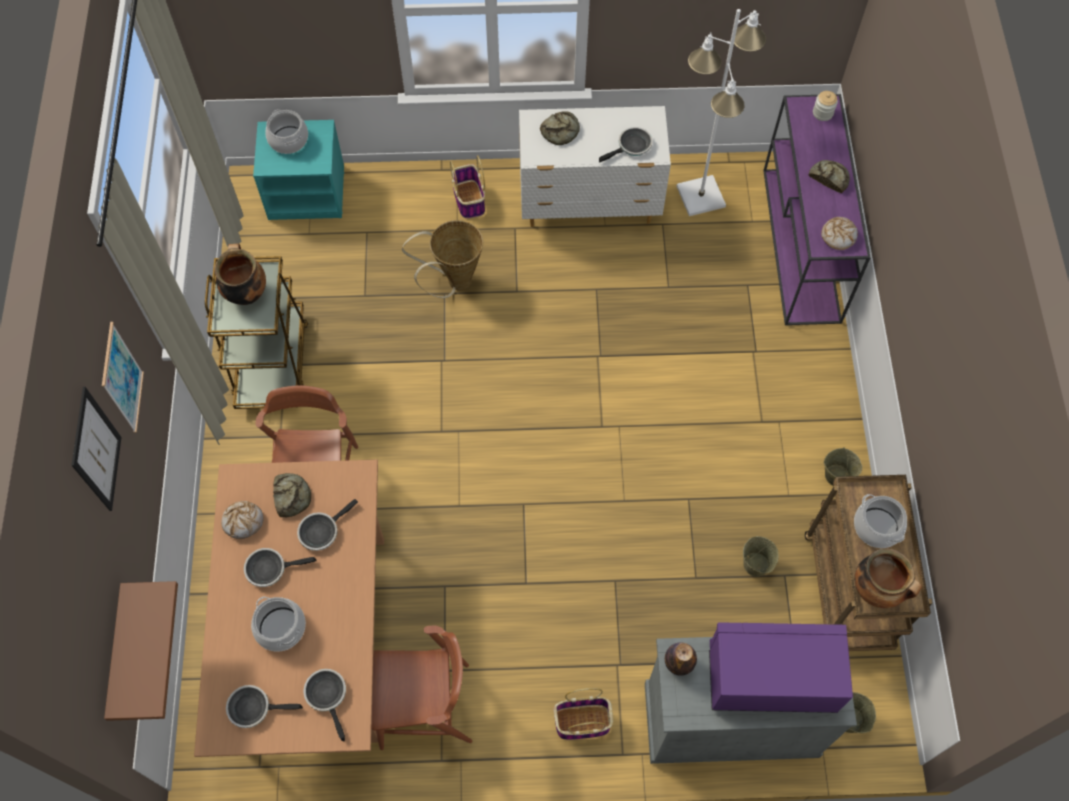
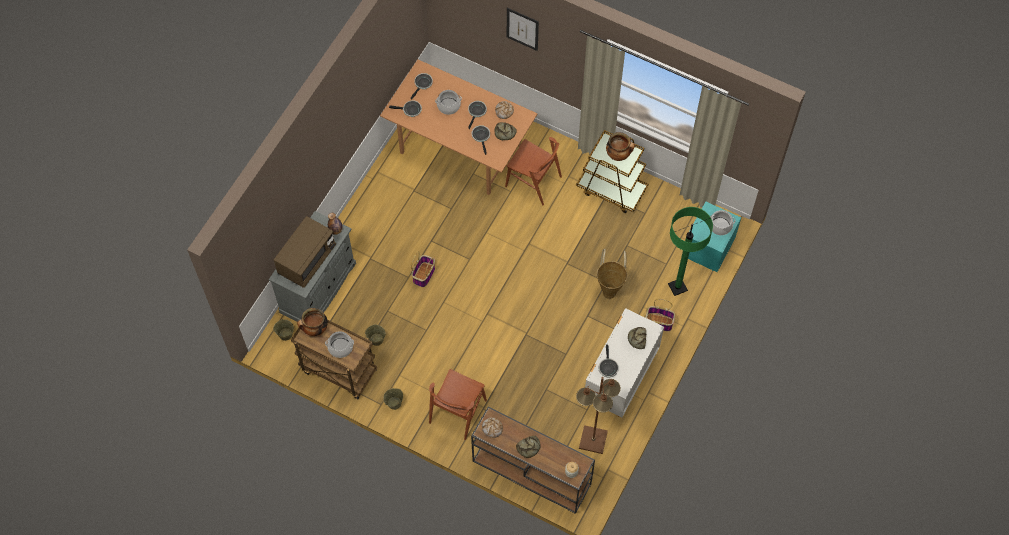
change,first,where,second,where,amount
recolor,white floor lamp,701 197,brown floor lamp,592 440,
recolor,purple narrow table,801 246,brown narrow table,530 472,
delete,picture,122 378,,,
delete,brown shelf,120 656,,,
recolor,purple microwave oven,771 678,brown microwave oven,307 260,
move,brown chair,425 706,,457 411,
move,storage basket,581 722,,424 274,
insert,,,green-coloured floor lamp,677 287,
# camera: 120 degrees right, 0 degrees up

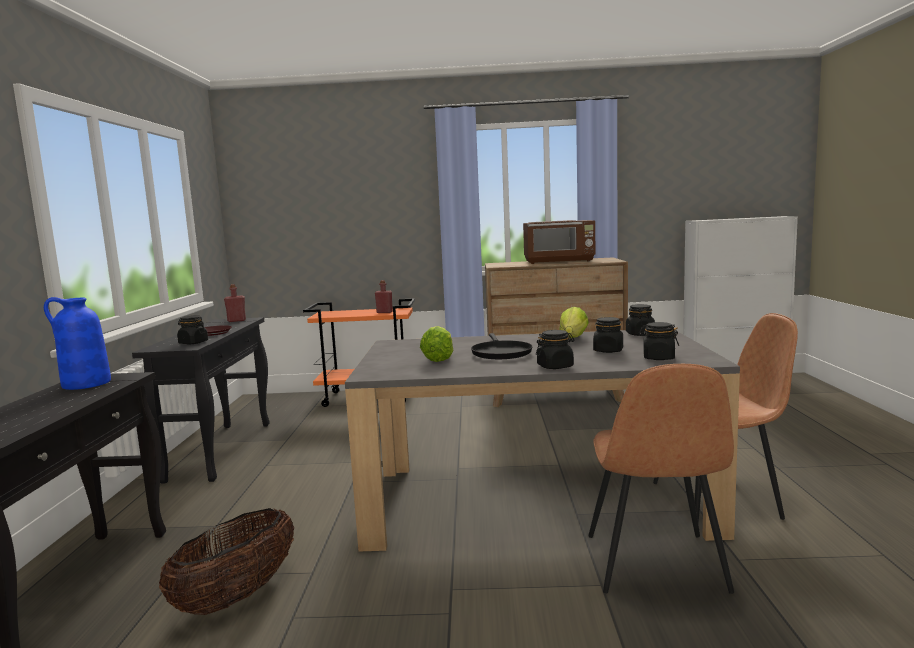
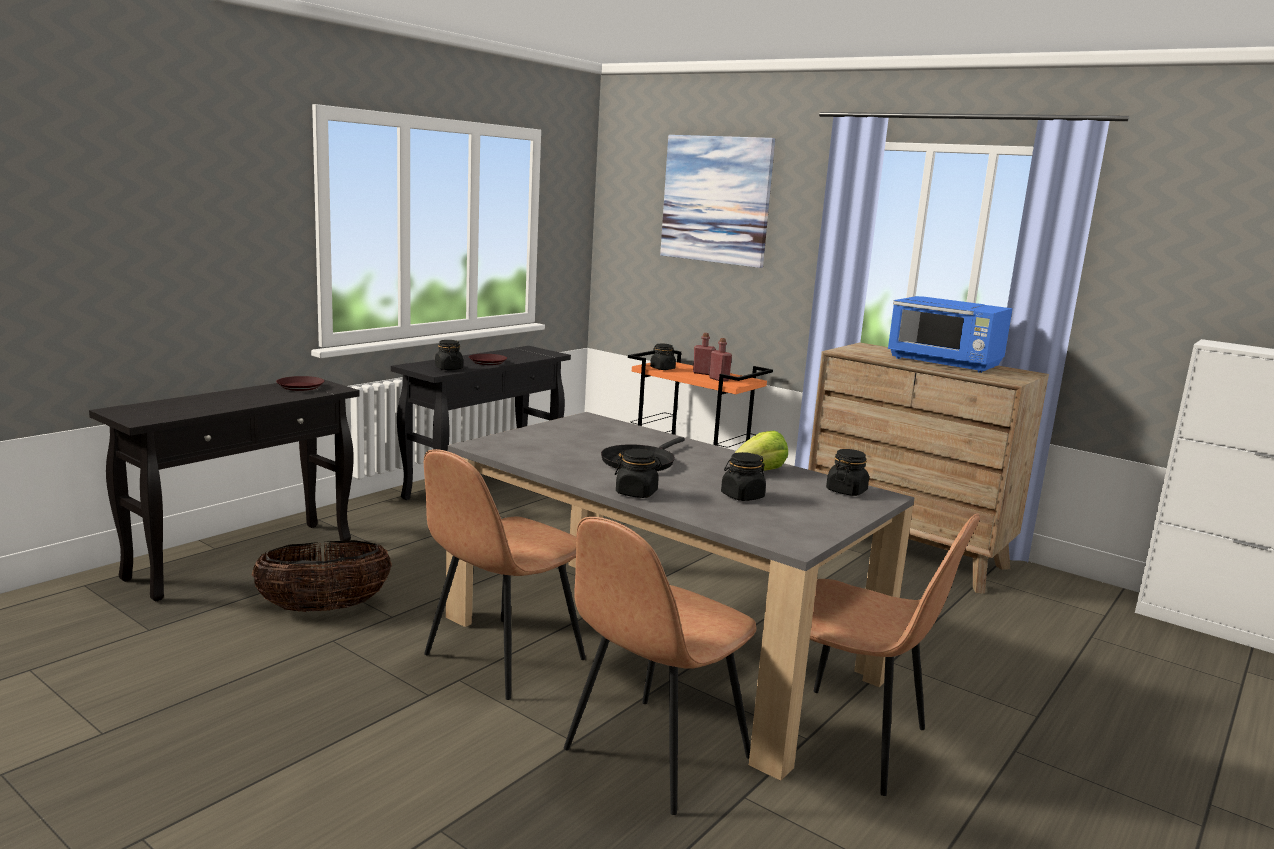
change,first,where,second,where,amount
recolor,brown microwave oven,559 261,blue microwave oven,945 363,
move,reddish drink bottle,236 320,,702 373,
replace,blue vase,85 384,brown flat dish,300 387,
move,black-coloured jar,658 358,,662 368,
delete,lettuce,439 359,,,
insert,,,picture,716 200,
insert,,,brown chair,501 658,
# camera: 35 degrees right, 5 degrees up

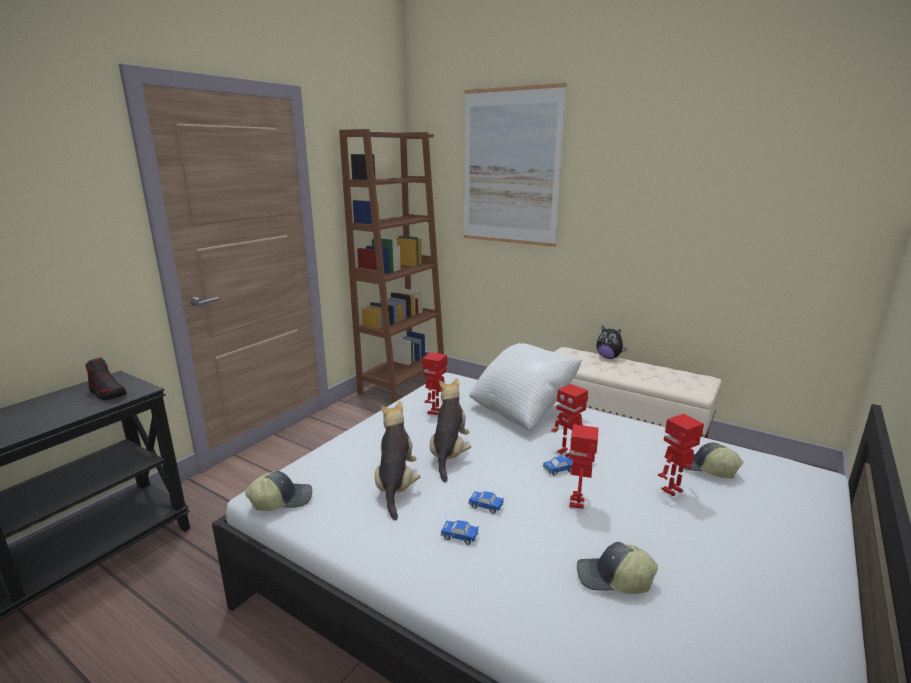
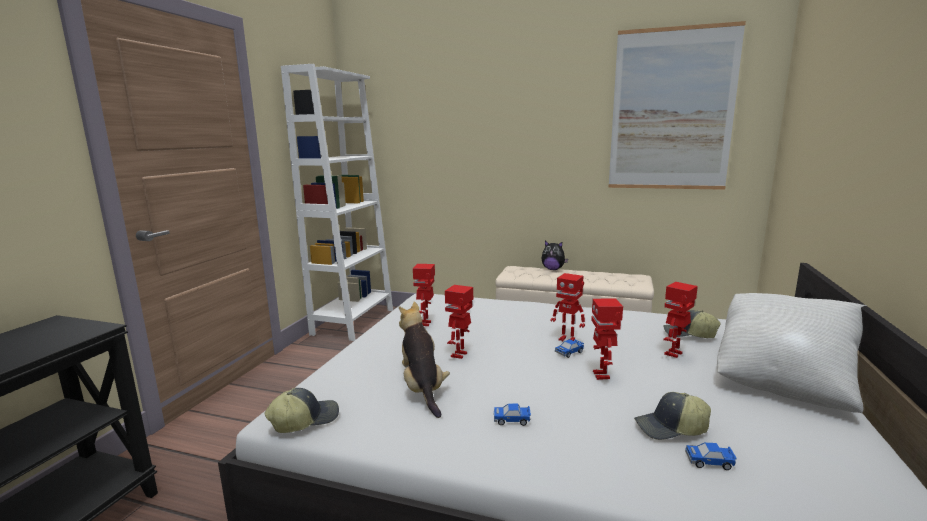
change,first,where,second,where,amount
move,picture,510 168,,671 110,
recolor,brown bookcase,403 384,white bookcase,353 322,
move,white cushion,522 410,,782 382,
delete,low shoe,107 393,,,
replace,plush toy,449 454,toy robot,460 355,
move,model car,486 506,,709 462,
# camera: 15 degrees left, 5 degrees down

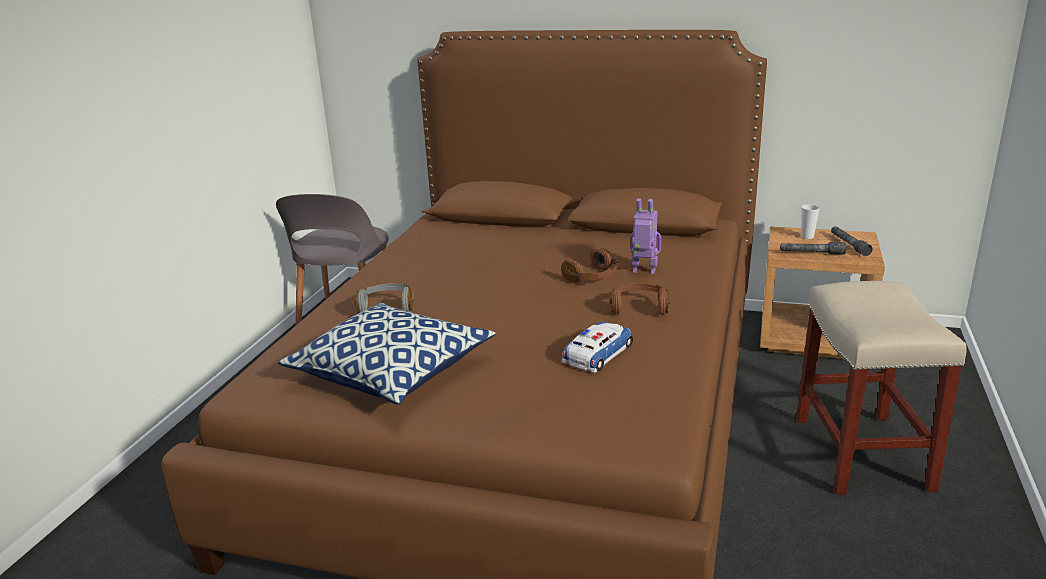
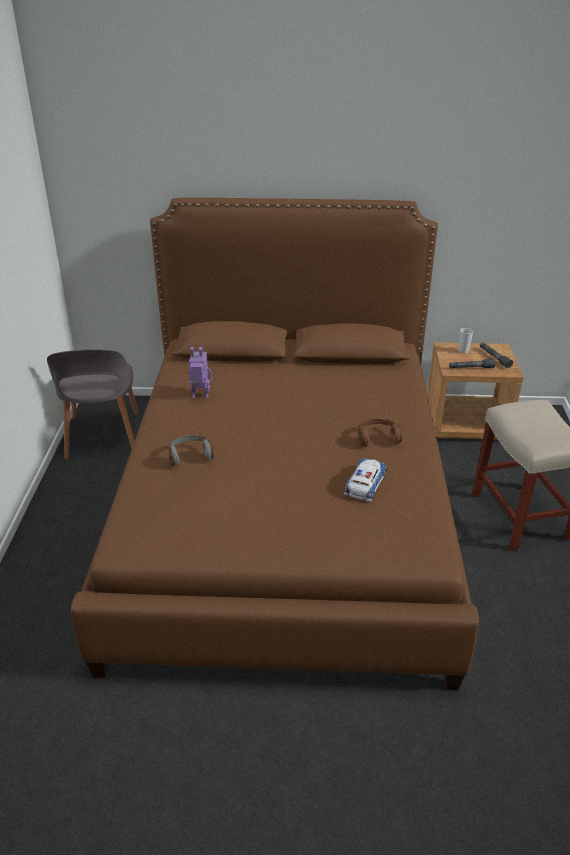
change,first,where,second,where,amount
move,toy robot,644 271,,200 396,
delete,brown headset,593 277,,,
delete,cushion,392 373,,,
# camera: 15 degrees left, 10 degrees up

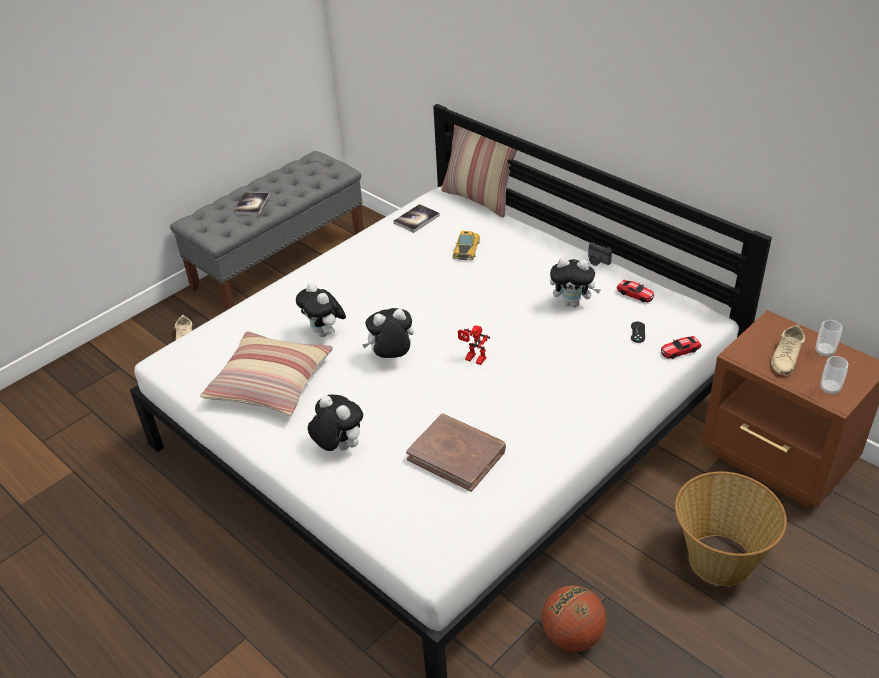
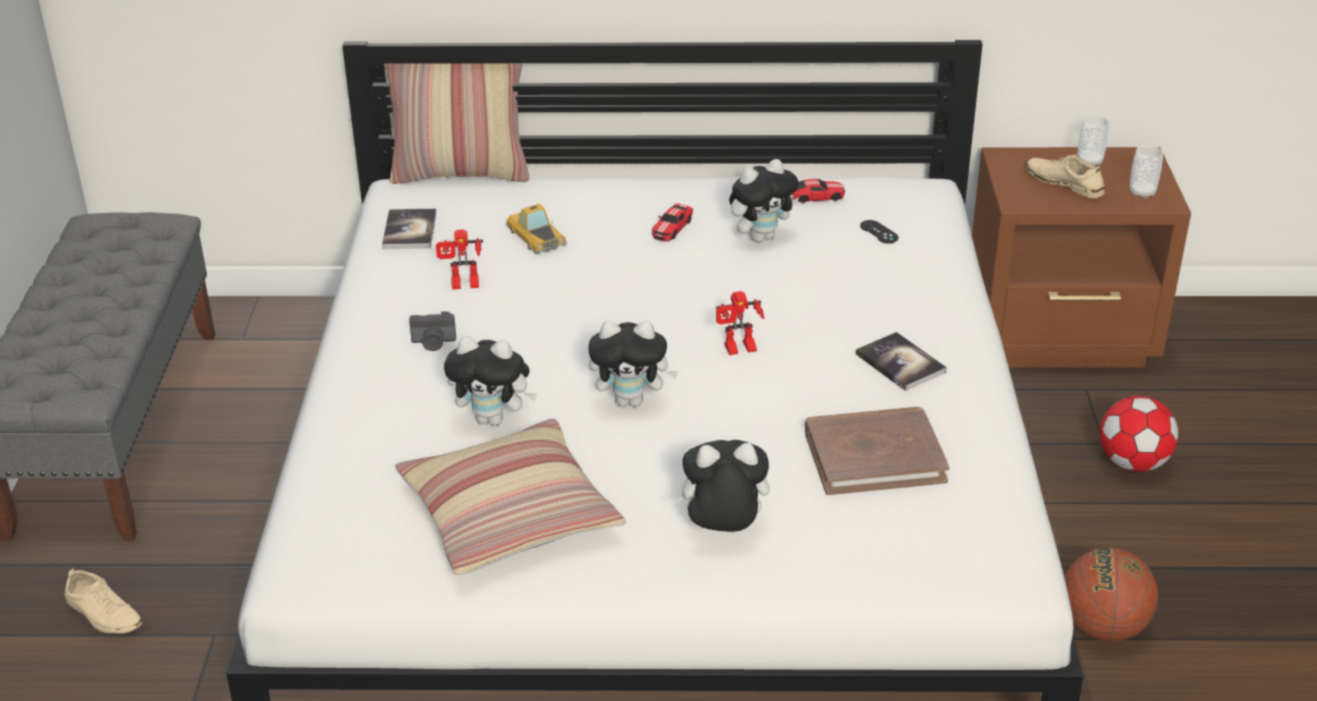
change,first,where,second,where,amount
move,volume,251 204,,900 363,
move,photo camera,597 261,,433 343,
rotate,plush toy,391 358,,632 400,120 degrees counterclockwise
rotate,beige low shoe,786 357,,1064 183,150 degrees clockwise
move,model car,680 350,,672 227,
replace,storage basket,719 559,football ball,1132 463,
insert,,,toy robot,463 285,
# camera: 45 degrees left, 5 degrees down

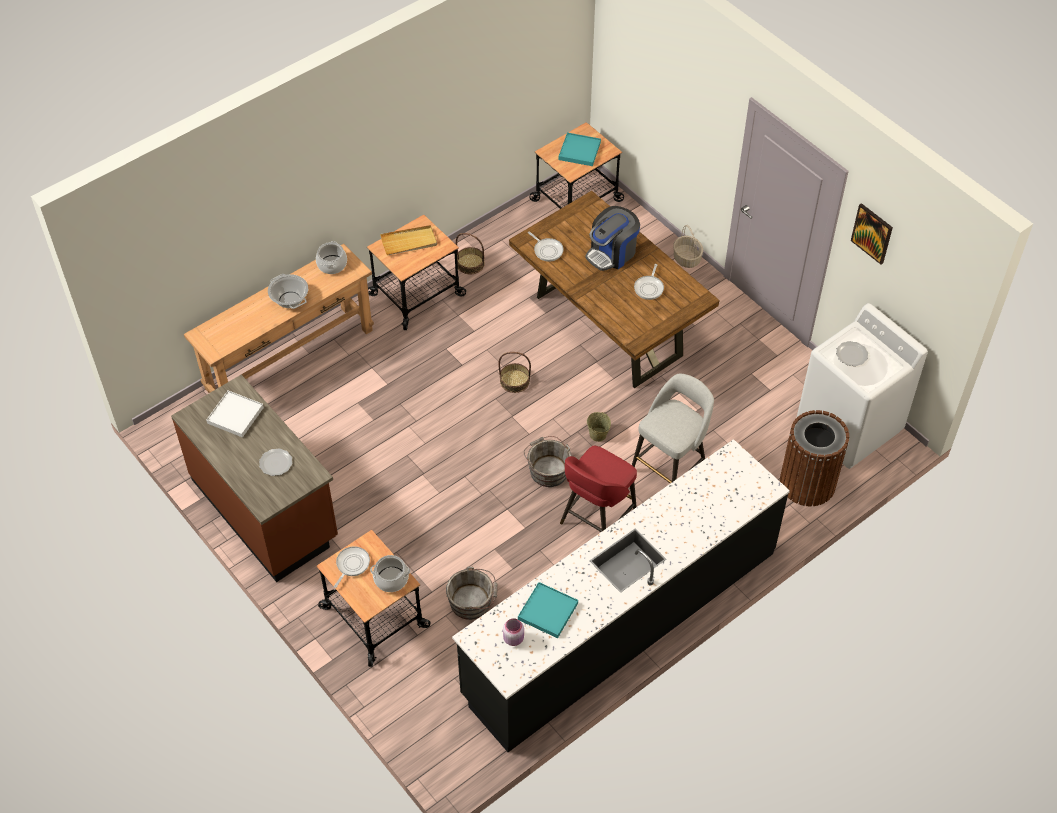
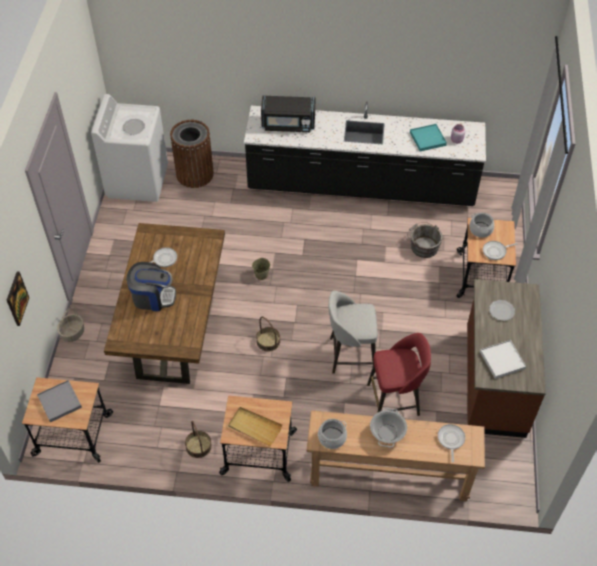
change,first,where,second,where,amount
recolor,blue-green carrying tray,579 151,gray carrying tray,59 402,
move,picture,872 233,,16 298,
move,frying pan,547 250,,450 440,
move,gray stool,670 468,,350 355,
delete,gray bucket,547 469,,,
move,reddish stool,596 519,,395 399,
insert,,,black-coloured microwave oven,288 124,
# camera: 135 degrees left, 0 degrees up

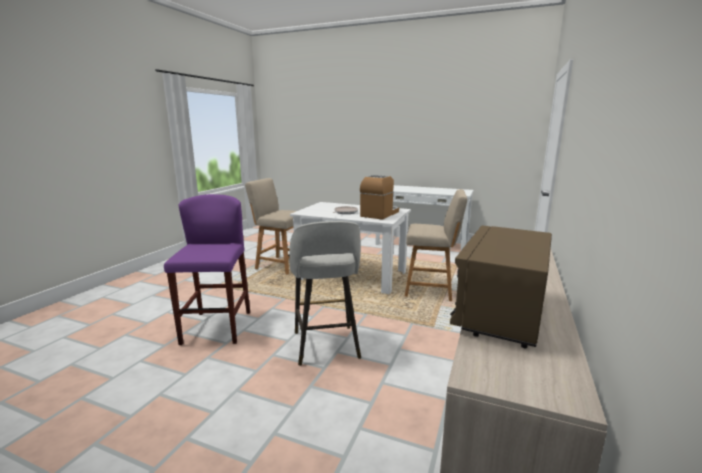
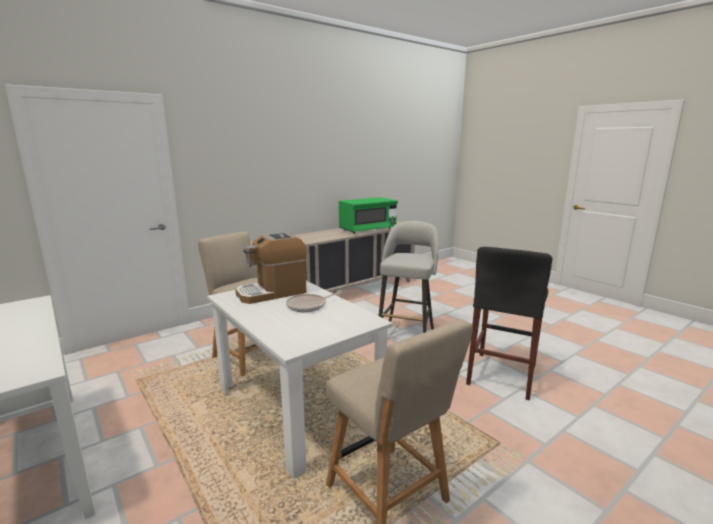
change,first,where,second,where,amount
recolor,purple stool,217 327,black-coloured stool,502 374,
recolor,brown microwave oven,500 313,green-coloured microwave oven,368 229,
# camera: 150 degrees left, 0 degrees up

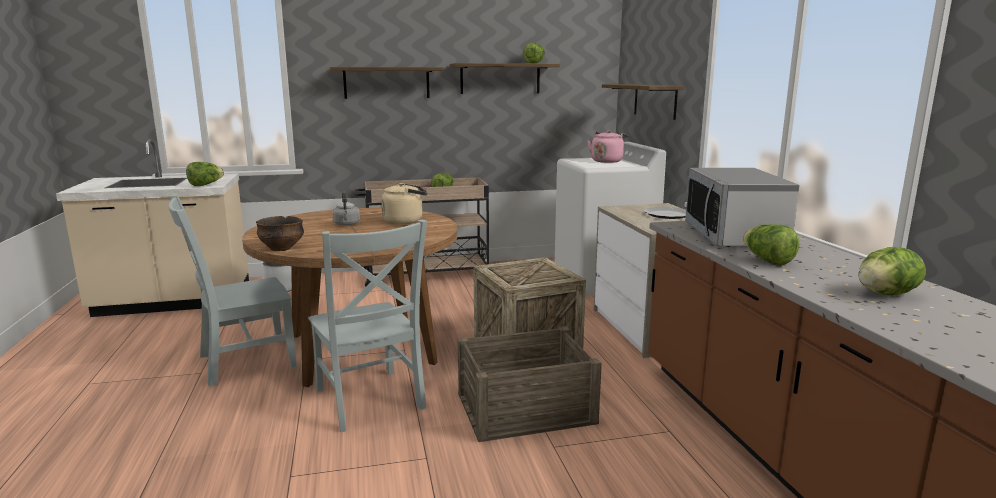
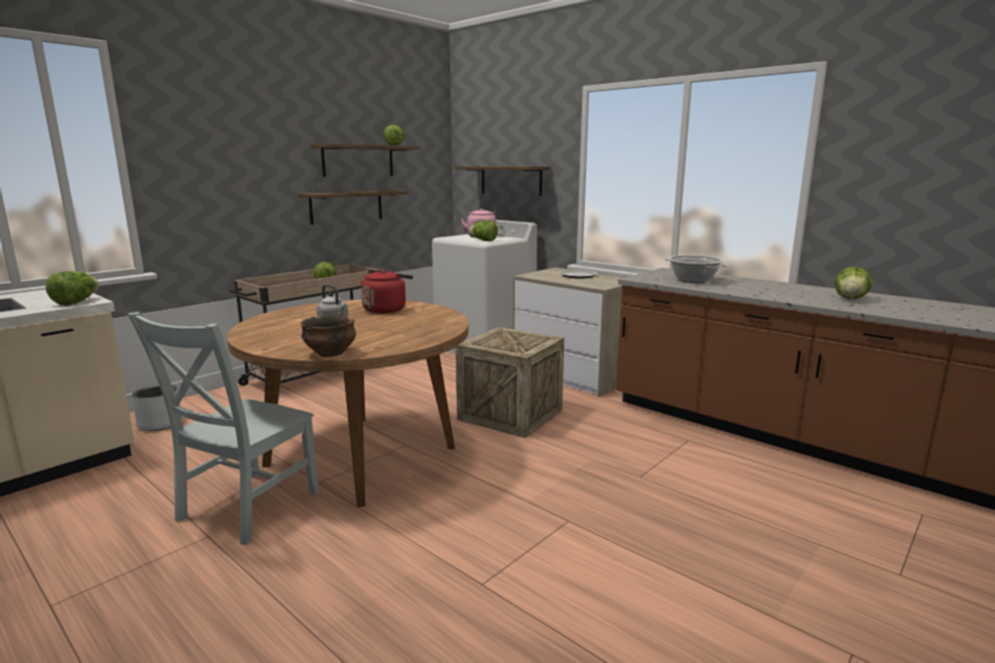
change,first,where,second,where,amount
move,shelf,386 83,,346 206,
replace,microwave oven,734 236,cooking pot,693 280,
recolor,beige water kettle,405 221,reddish water kettle,386 309,
delete,gray chair,370 401,,,
move,lettuce,767 261,,483 240,
delete,packing crate,526 409,,,
# camera: 35 degrees left, 0 degrees up

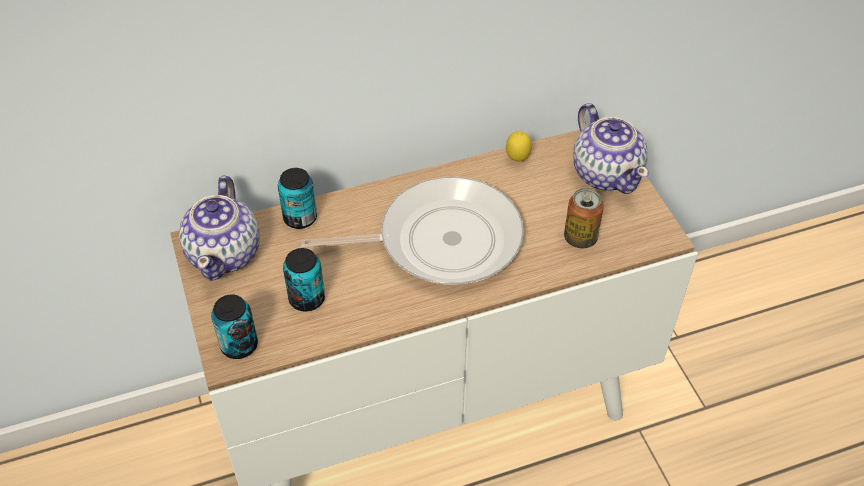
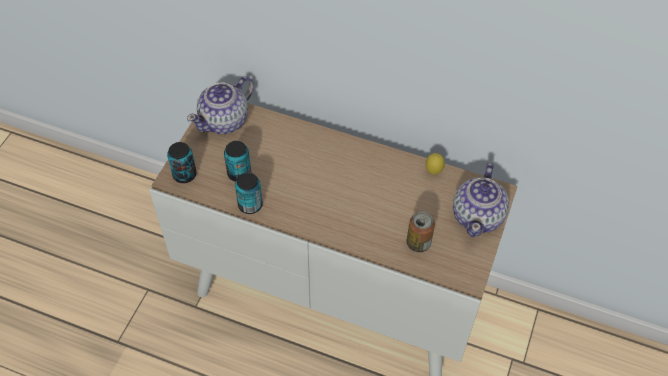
change,first,where,second,where,amount
move,metal can,300 218,,250 205,
delete,frying pan,441 240,,,
# camera: 40 degrees right, 5 degrees up

